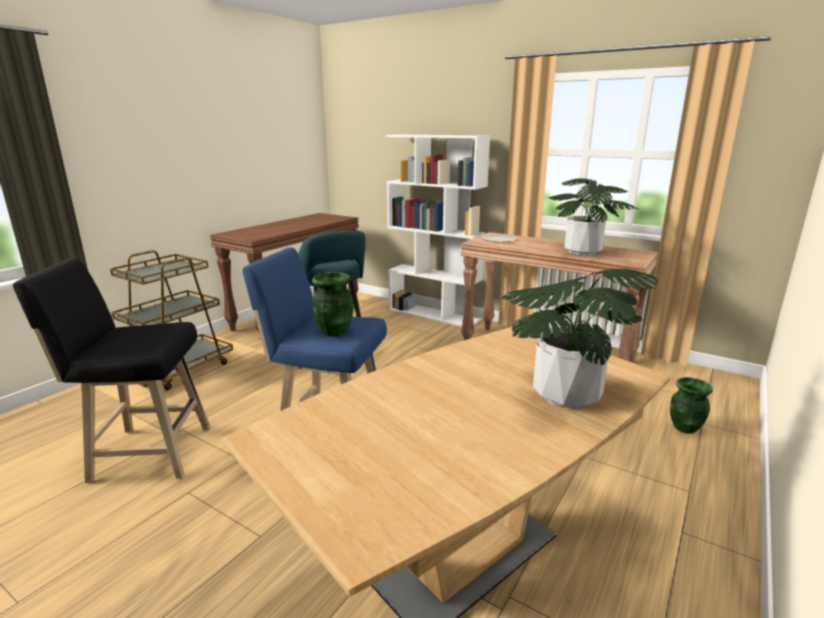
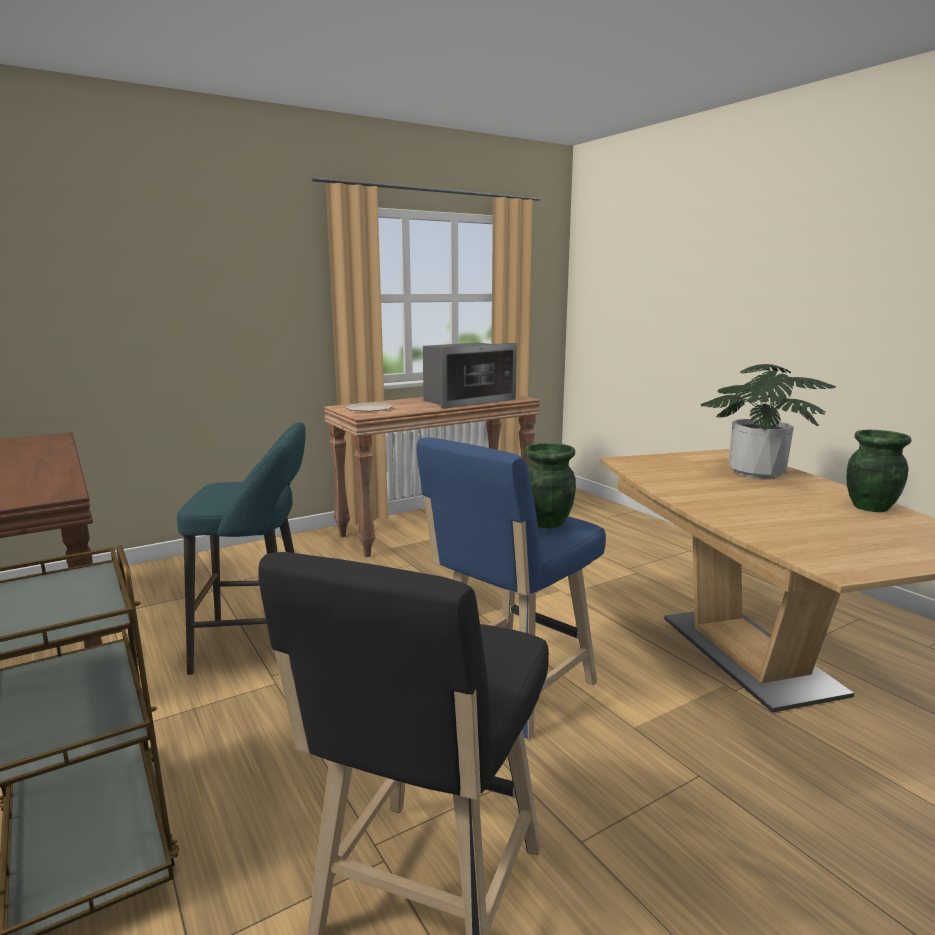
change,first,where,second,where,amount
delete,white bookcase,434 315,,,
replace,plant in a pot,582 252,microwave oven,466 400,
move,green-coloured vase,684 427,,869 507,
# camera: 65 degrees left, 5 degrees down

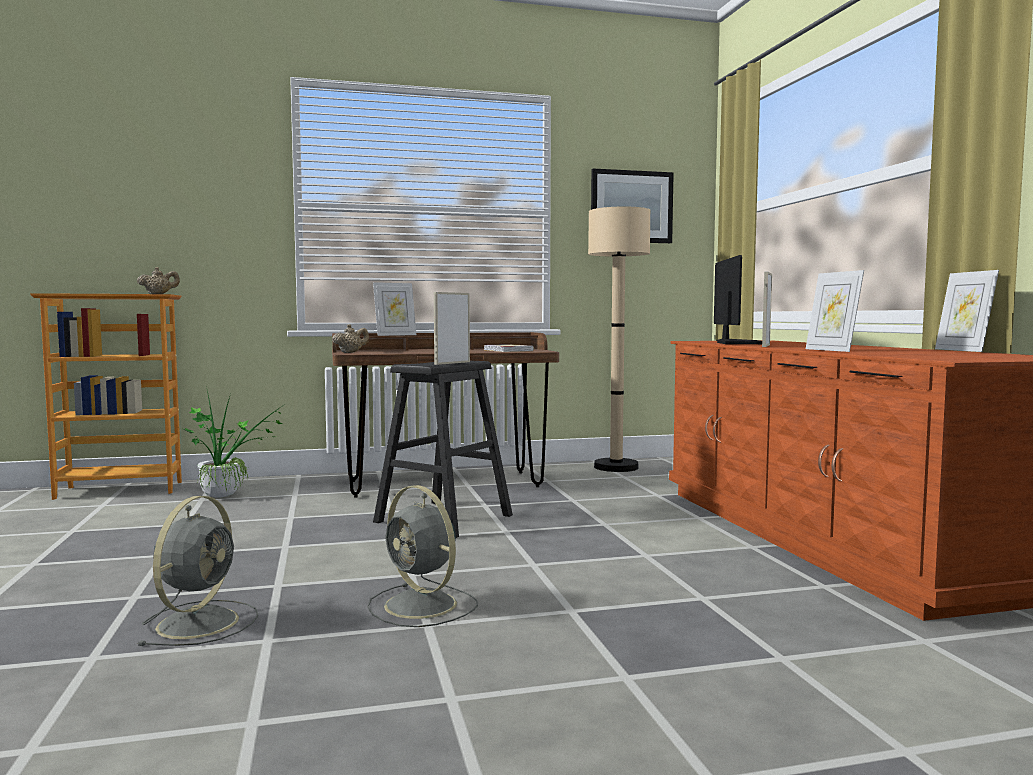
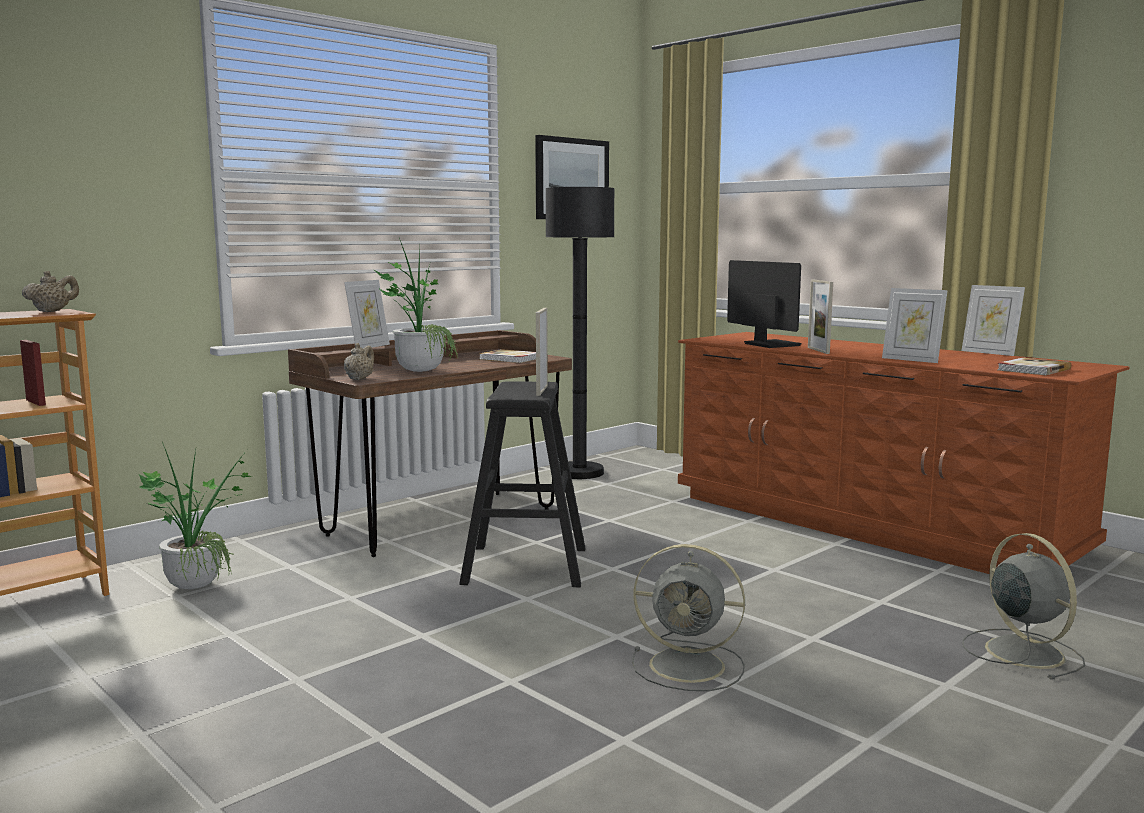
change,first,where,second,where,amount
recolor,beige floor lamp,616 467,black-coloured floor lamp,579 472,
move,gray cooling fan,200 622,,1021 651,
insert,,,plant in a pot,419 369,
insert,,,volume,1032 369,
# camera: 30 degrees left, 5 degrees up

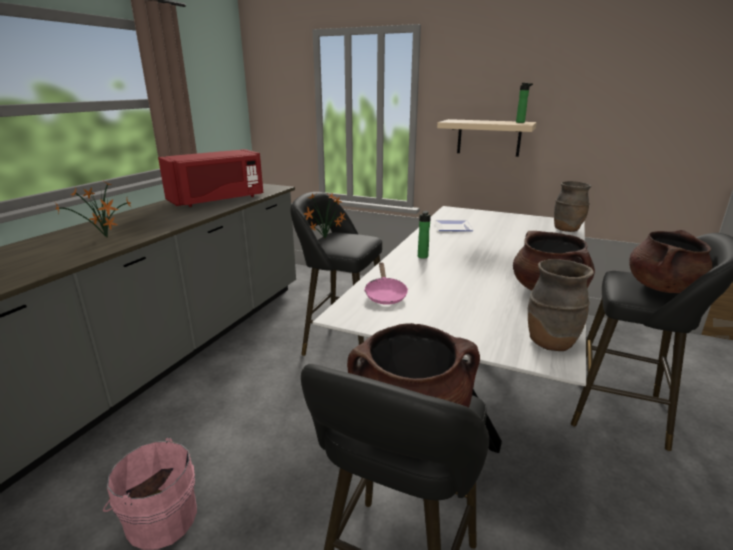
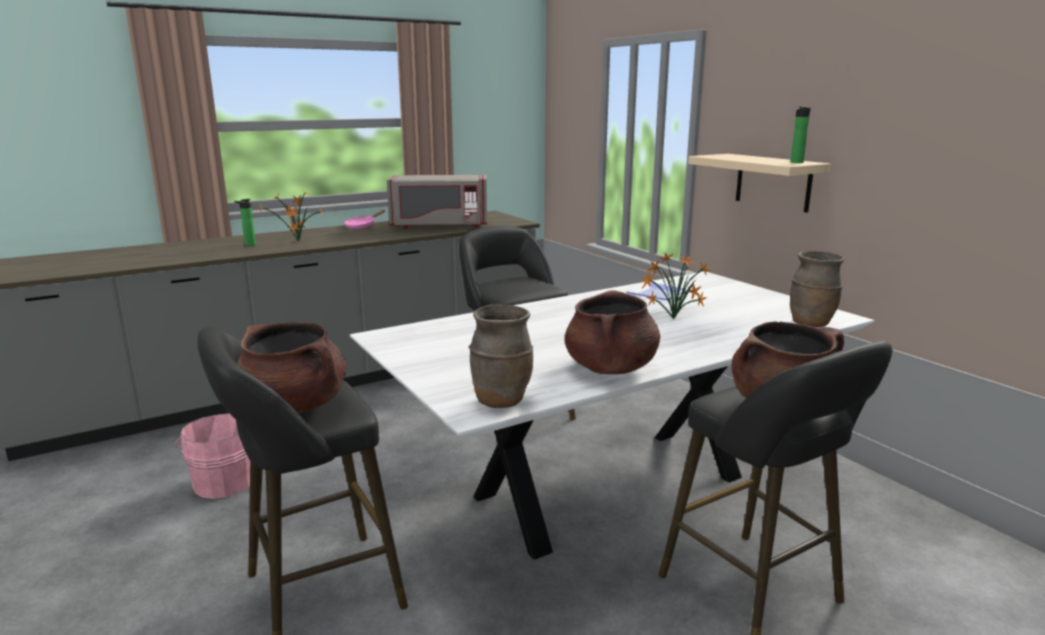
change,first,where,second,where,amount
recolor,reddish microwave oven,217 200,gray microwave oven,439 225,
move,plant in a pot,324 239,,671 319,
move,drink bottle,422 257,,248 245,
move,pinkish frying pan,385 295,,362 226,
# camera: 35 degrees right, 5 degrees down

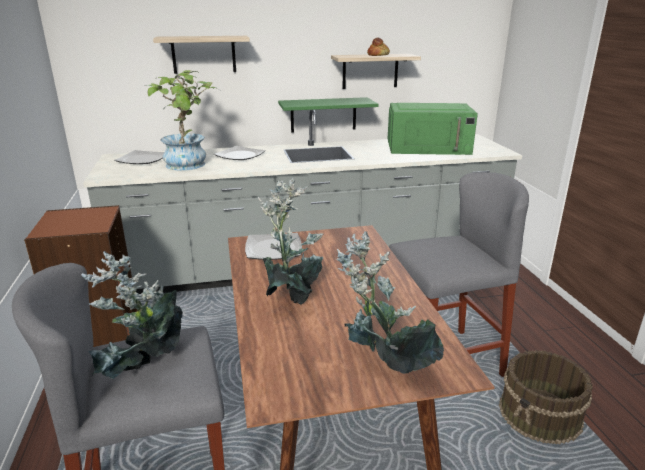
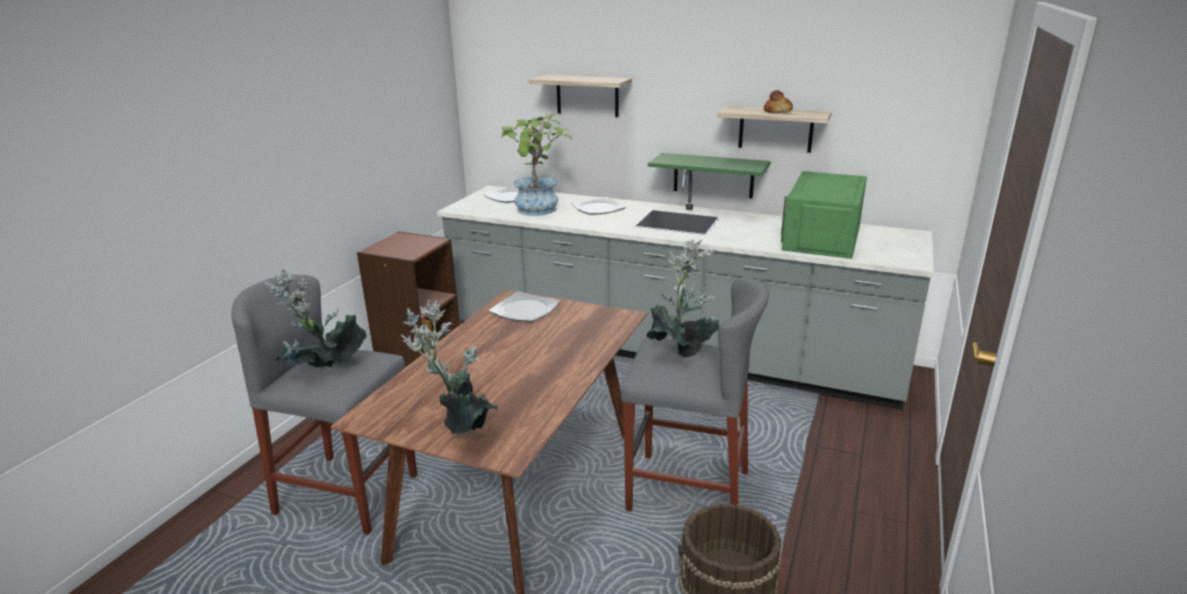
change,first,where,second,where,amount
rotate,green-coloured microwave oven,429 147,,822 237,75 degrees clockwise
move,plant in a pot,292 298,,683 350,
# camera: 35 degrees right, 0 degrees up

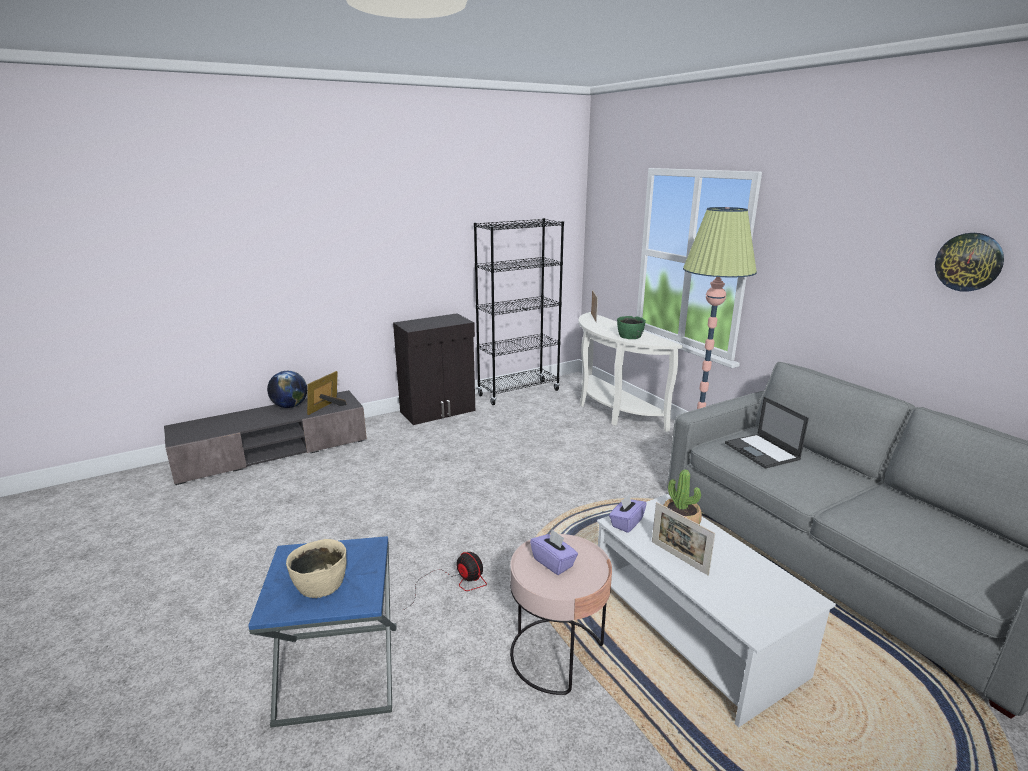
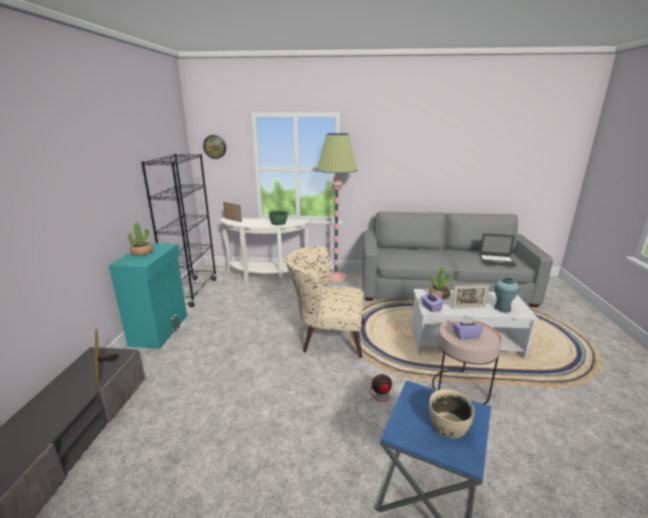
change,first,where,second,where,amount
move,clock on the wall,969 262,,215 147,
recolor,black-coloured cabinet,438 411,blue-green cabinet,160 330,
delete,desk globe,290 406,,,
move,notebook computer,762 451,,497 260,
insert,,,plant in a pot,142 252,
insert,,,beige lounge chair,326 336,
insert,,,blue-green vase,502 308,
# camera: 55 degrees left, 0 degrees up

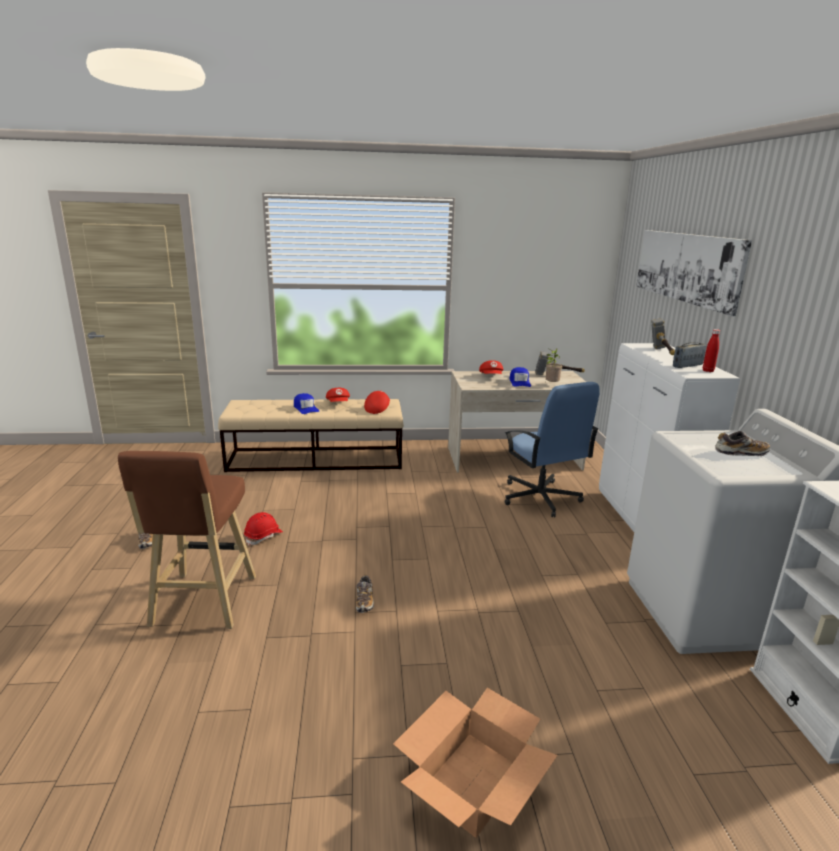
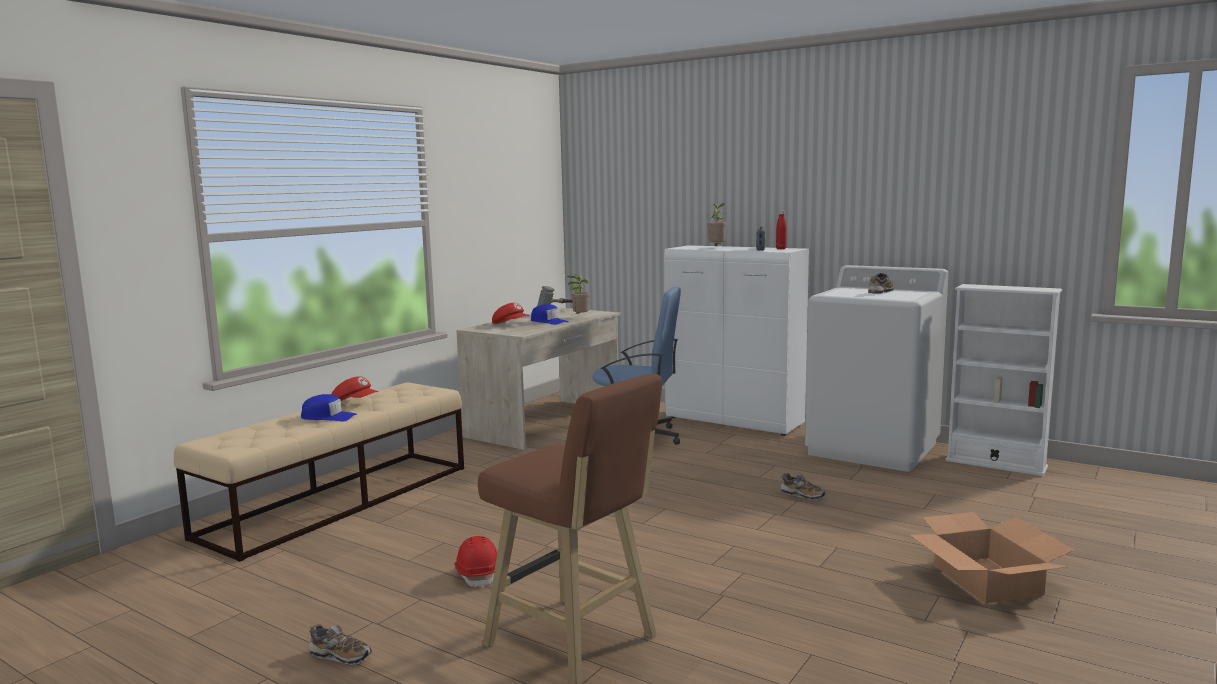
change,first,where,second,where,amount
delete,picture,686 267,,,
replace,hand hammer,662 353,plant in a pot,716 248,
delete,reddish cap,377 409,,,
move,low shoe,364 601,,802 495,
# camera: 50 degrees left, 10 degrees down

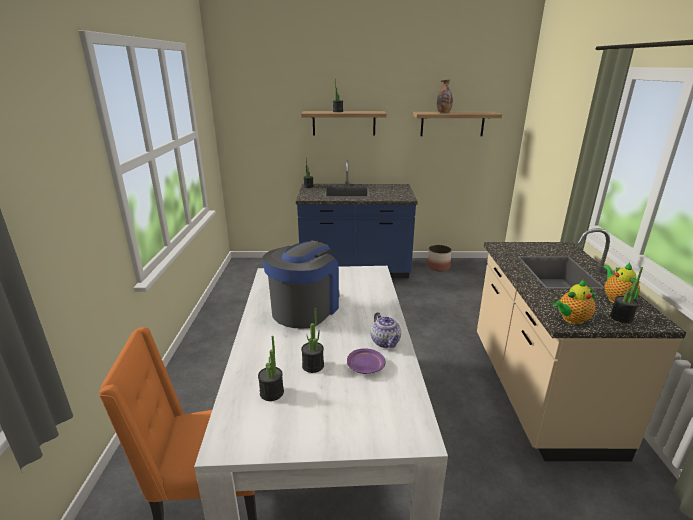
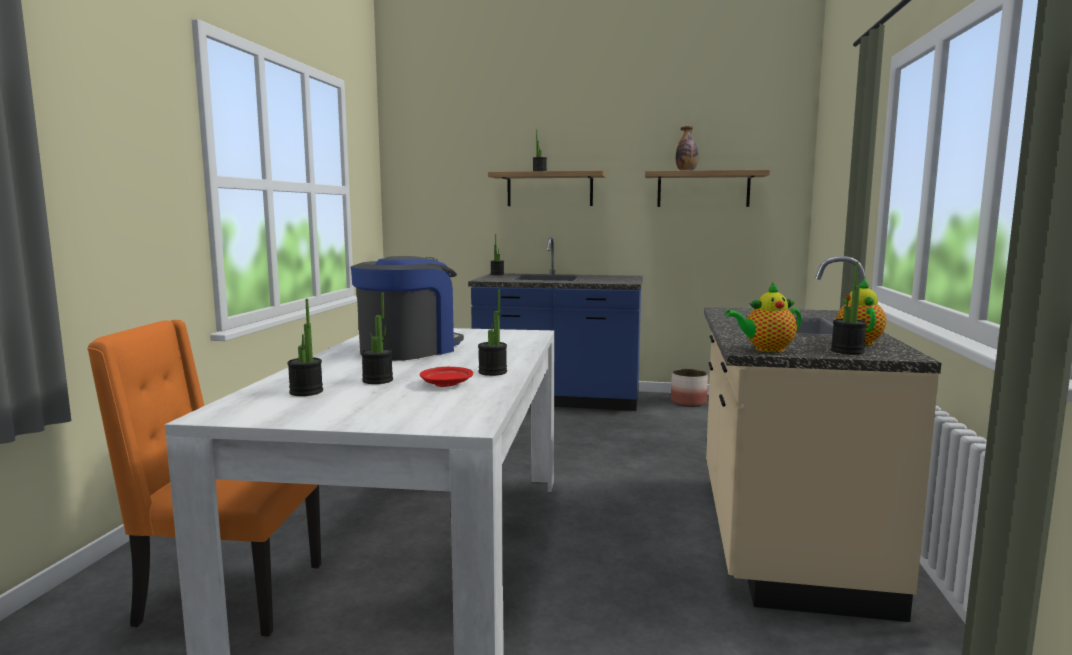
change,first,where,second,where,amount
replace,pot for tea,386 342,plant in a pot,492 372,
recolor,purple flat dish,365 366,reddish flat dish,446 384,
# camera: 10 degrees right, 15 degrees down

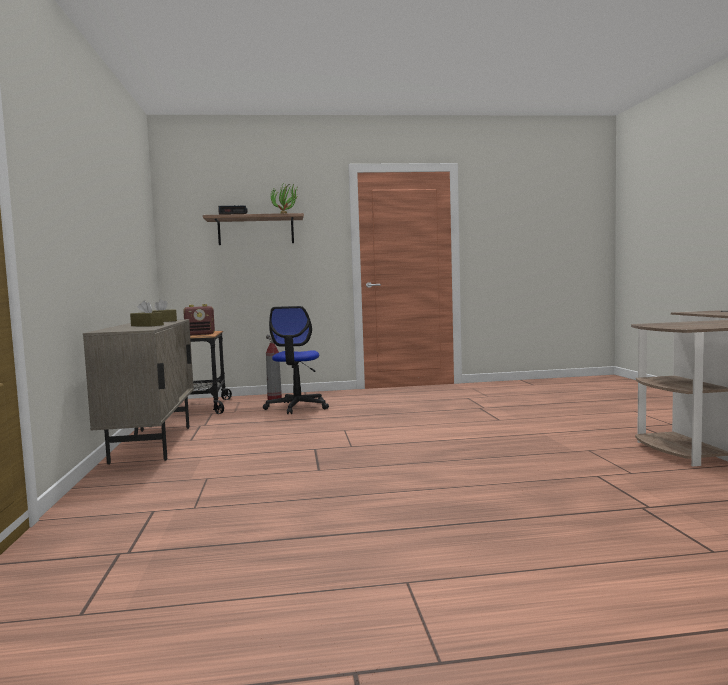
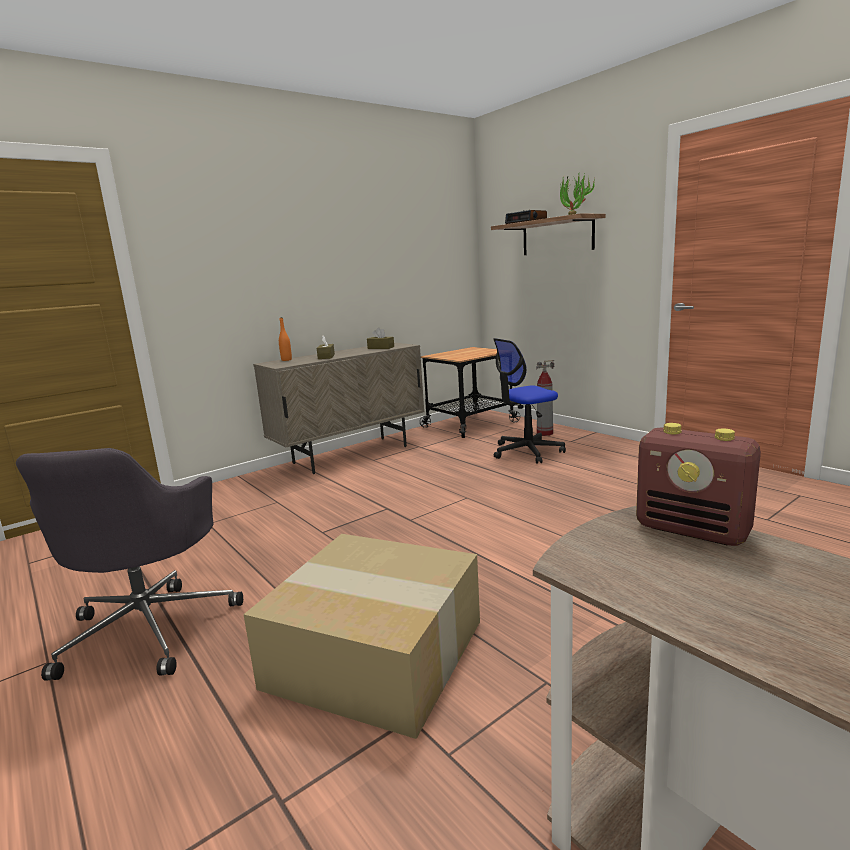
change,first,where,second,where,amount
move,radio receiver,200 334,,693 531,
insert,,,orange drink bottle,286 360,
insert,,,gray computer chair,150 628,
insert,,,cardboard box,372 654,
# camera: 60 degrees right, 10 degrees up

